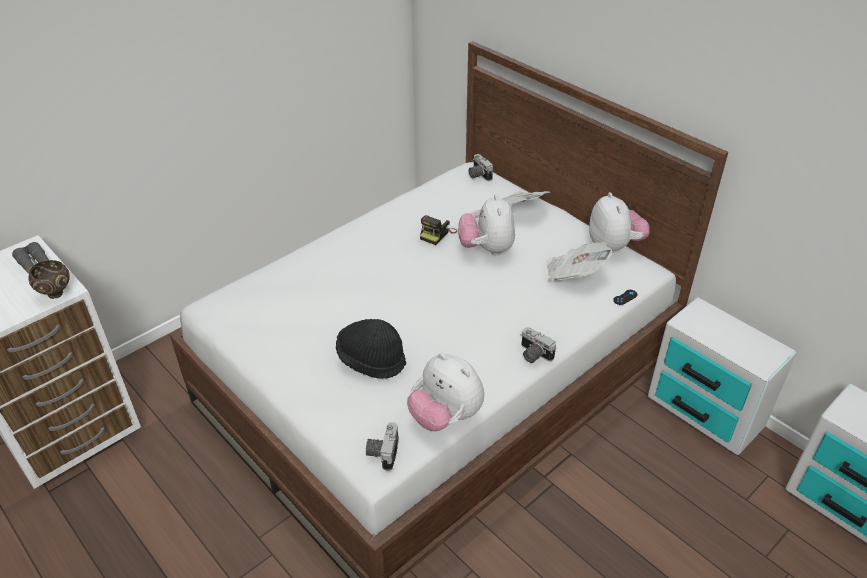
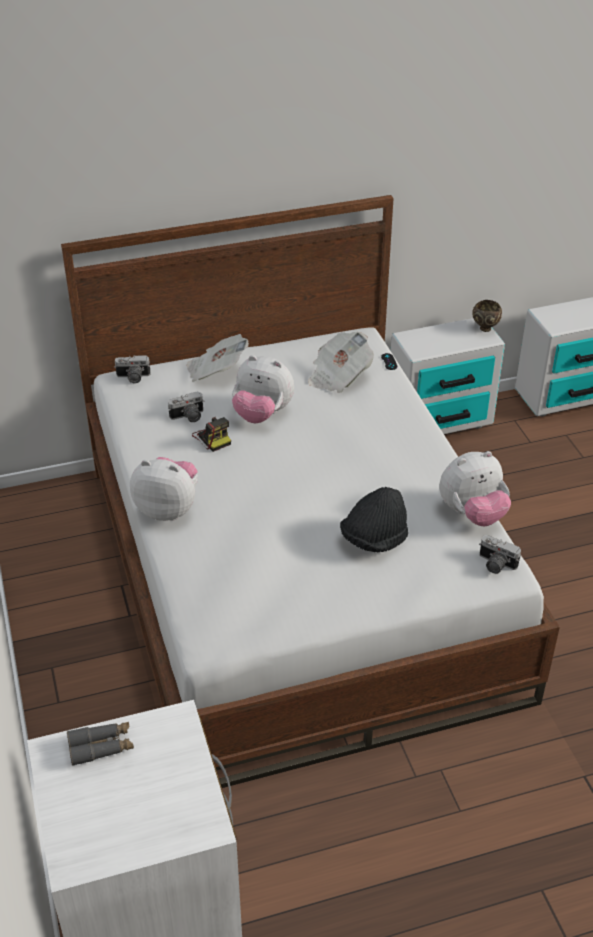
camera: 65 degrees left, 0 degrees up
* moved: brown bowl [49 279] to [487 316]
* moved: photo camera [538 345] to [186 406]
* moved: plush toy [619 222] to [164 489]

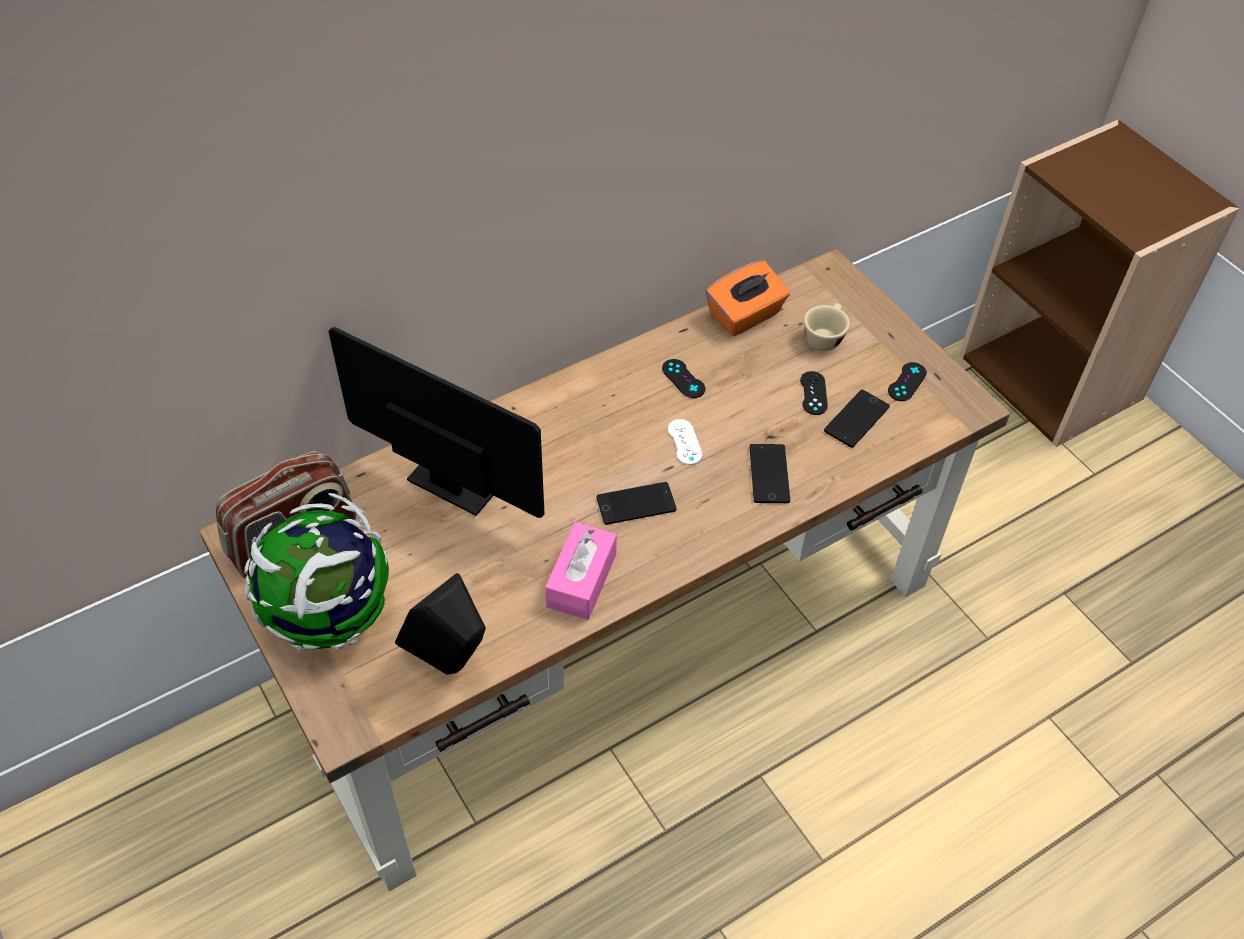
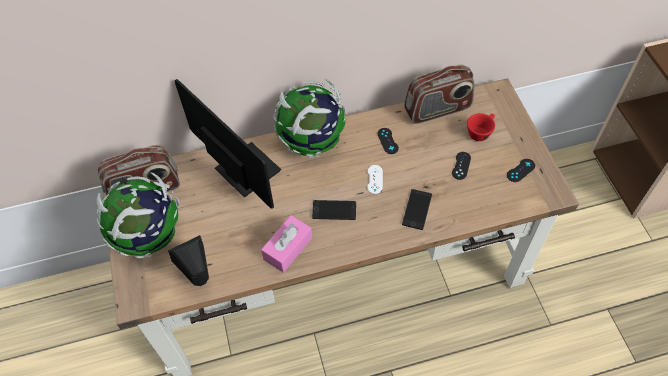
camera: 20 degrees right, 5 degrees up
* replaced: orange tissue box [748 298] to radio [439 94]
* recoloured: beige cup [827 327] to red cup [481 127]
* removed: phone [857 418]
* added: globe [309 118]

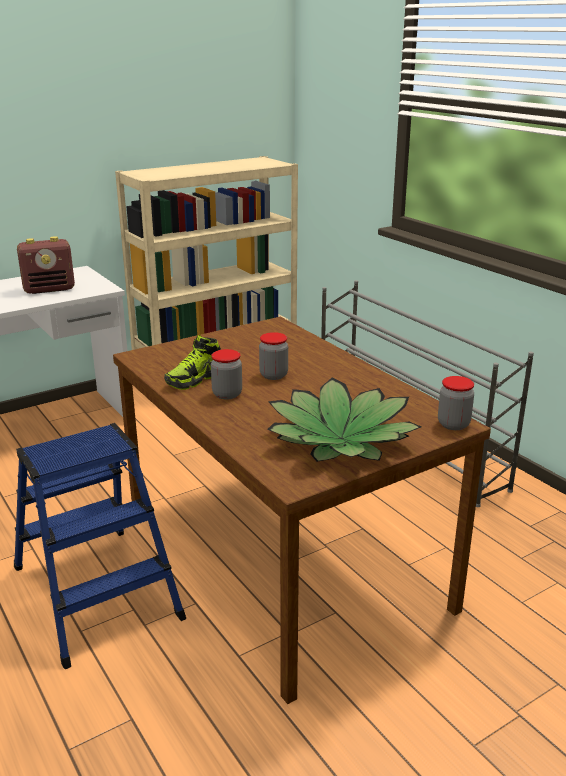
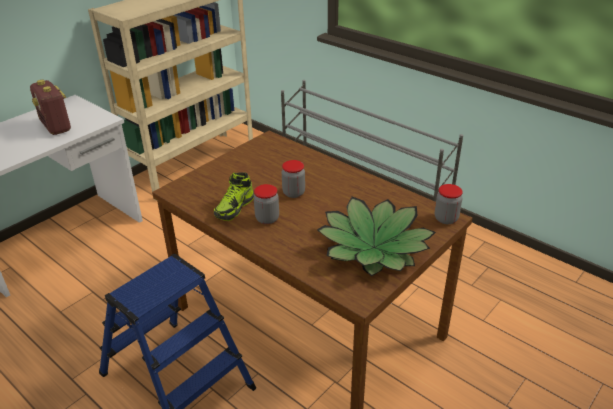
camera: 15 degrees left, 10 degrees up
* turned: radio [46 265] = [50 107] 90 degrees clockwise

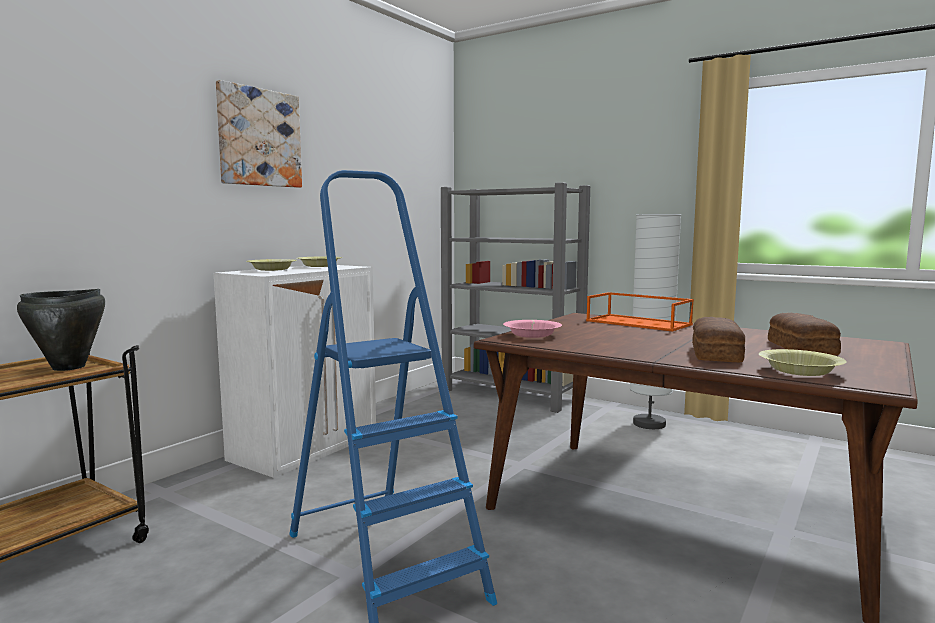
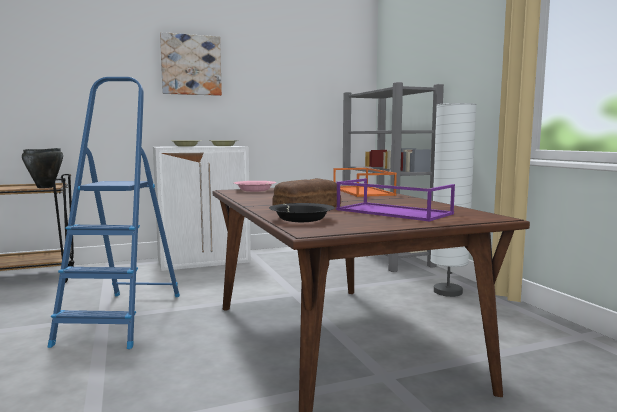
camera: 35 degrees right, 0 degrees up
* recoloured: yellow bowl [803 362] to black bowl [302 212]
* replaced: bread [804 334] to purple tray [395 200]

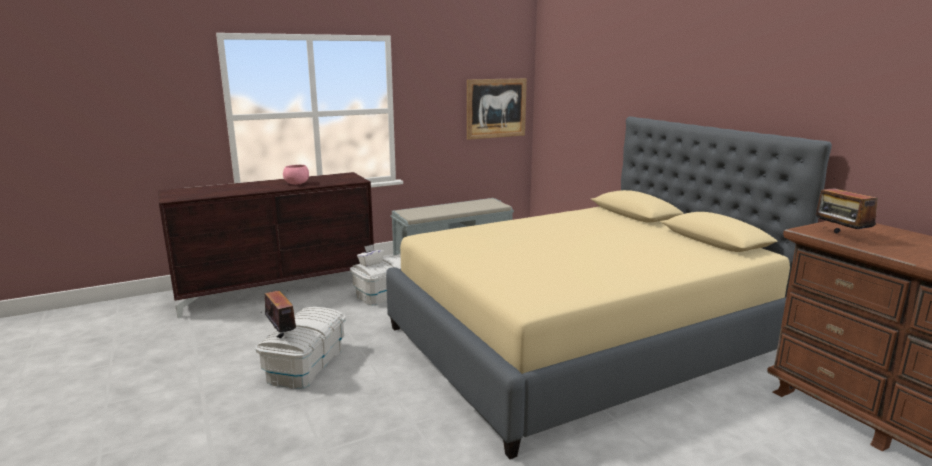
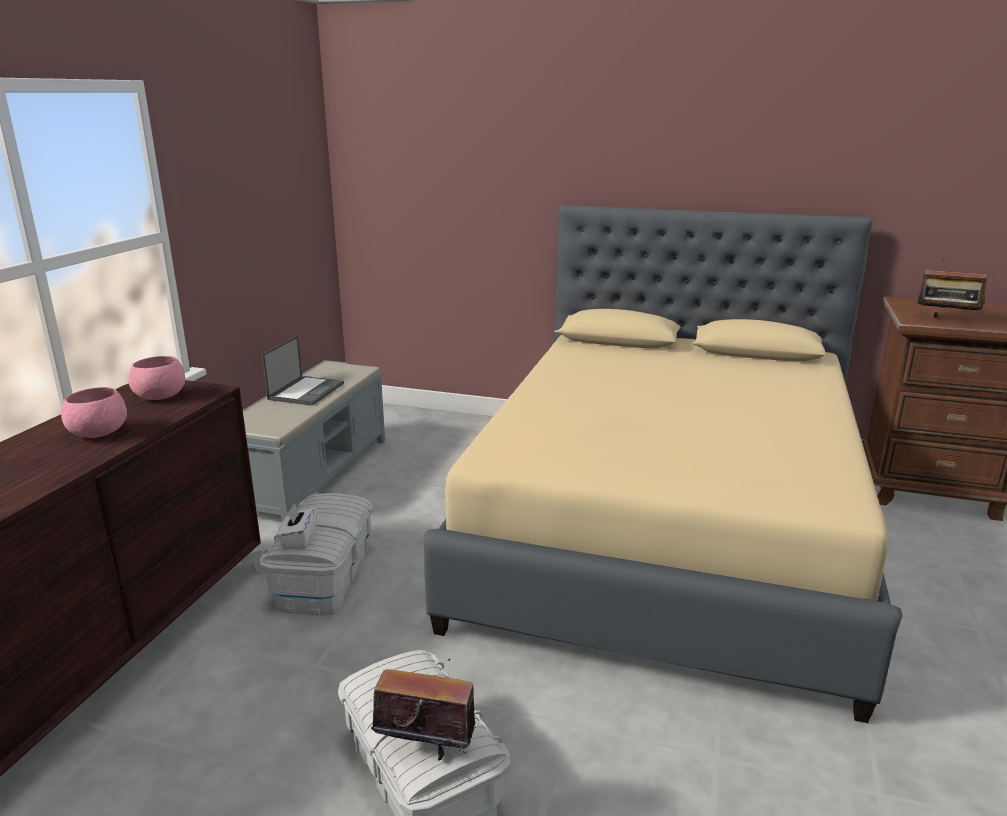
camera: 45 degrees left, 5 degrees up
* removed: picture [497 109]
* added: pink bowl [157 378]
* added: laptop [303 371]

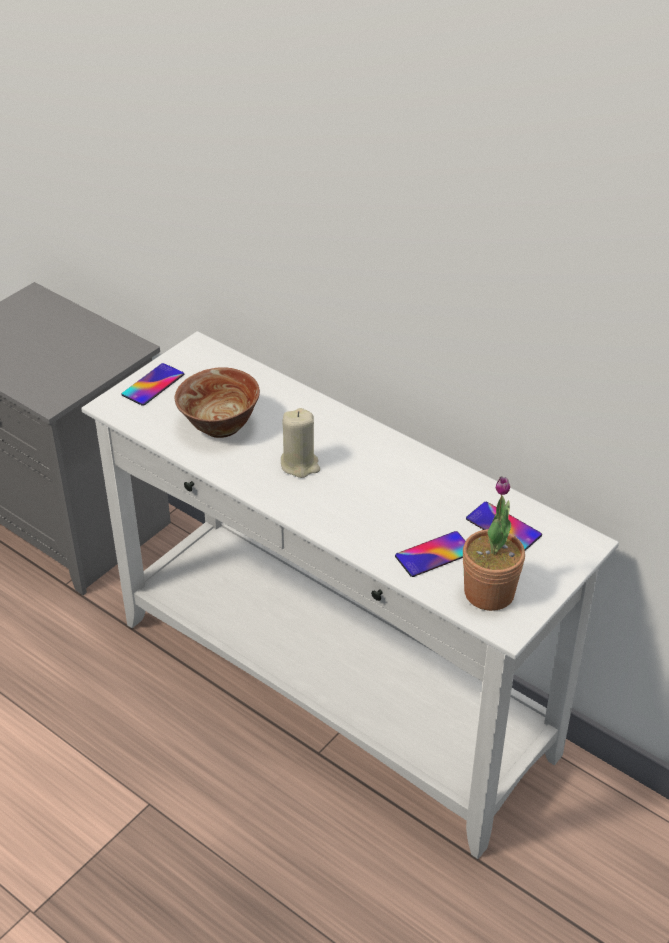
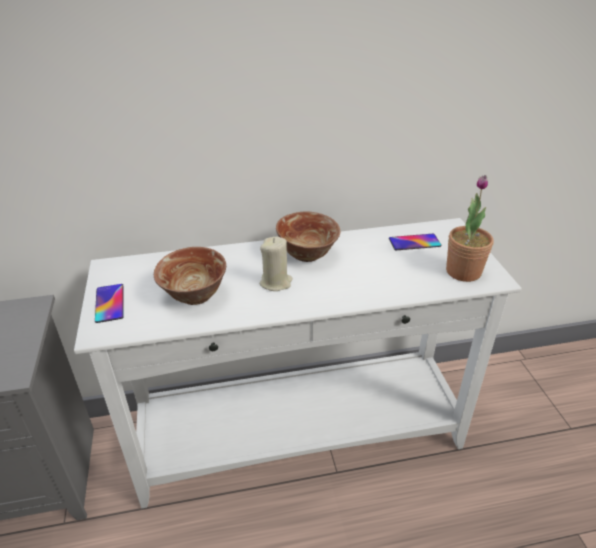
camera: 50 degrees left, 5 degrees down
* removed: phone [430 554]
* added: bowl [308 237]

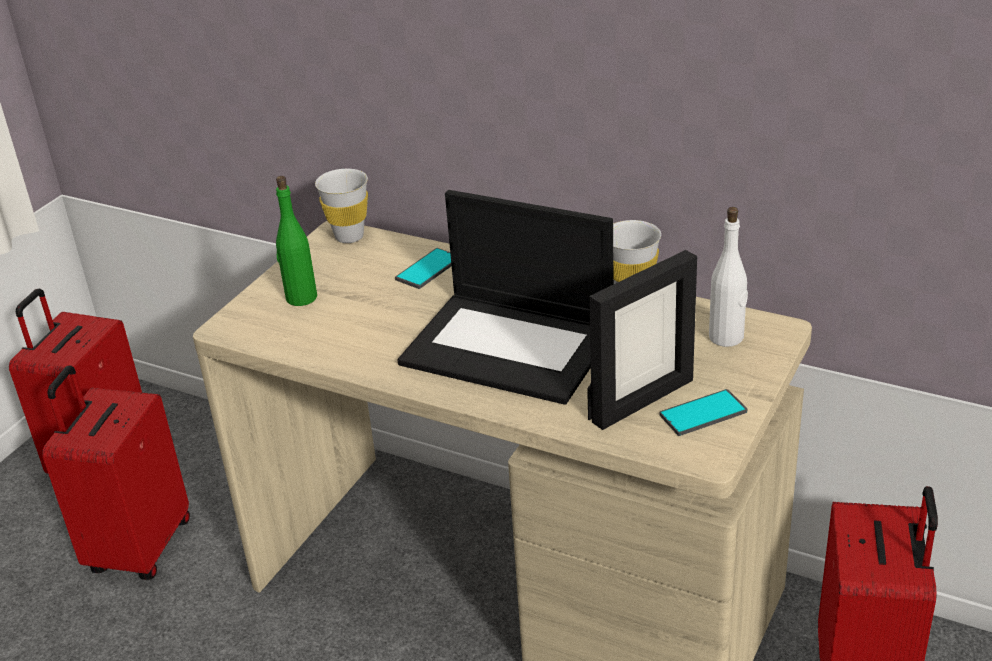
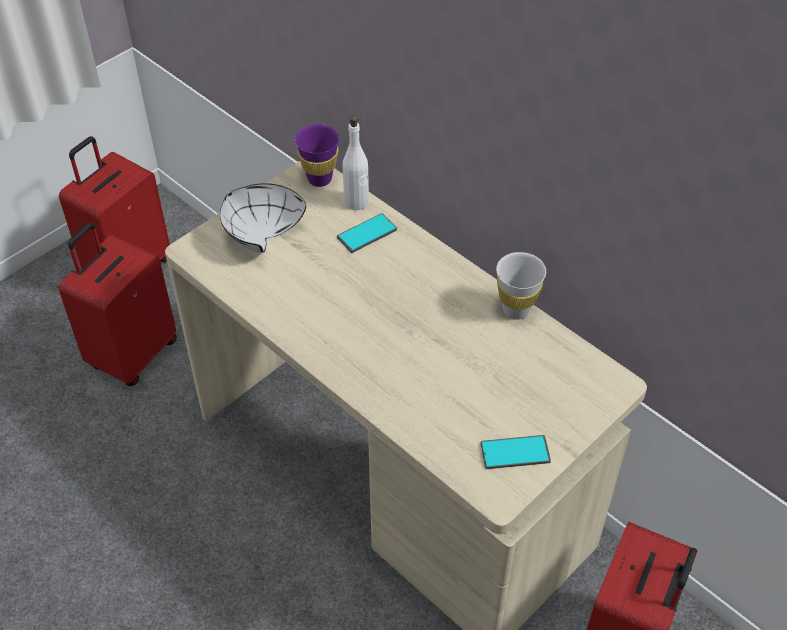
camera: 15 degrees right, 15 degrees up
* replaced: green bottle [296 241] to white bowl [263 217]
* recoloured: white cup [341 206] to purple cup [317 155]
* removed: laptop [506 297]
* removed: picture frame [642 340]
* moved: white bottle [728 277] to [356 162]

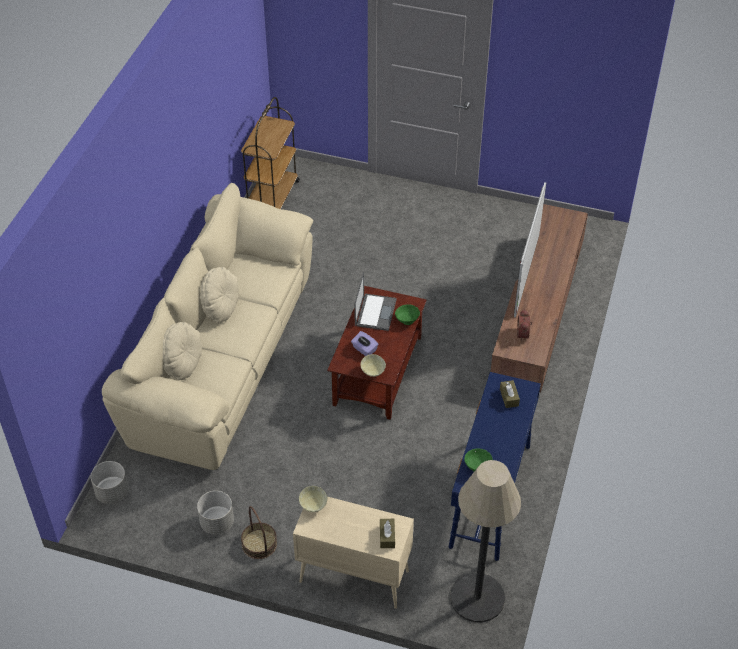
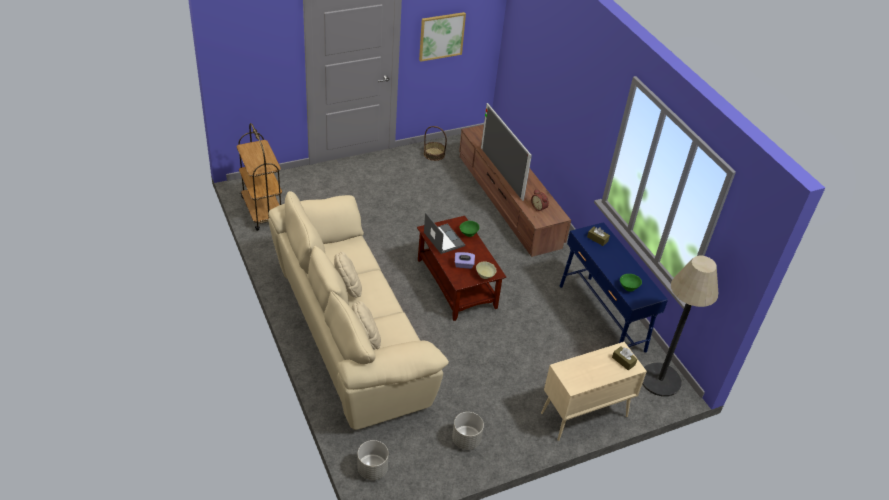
camera: 45 degrees left, 5 degrees down
* moved: basket [259 532] to [435 143]
* removed: beige bowl [313 499]
* added: picture [442 37]

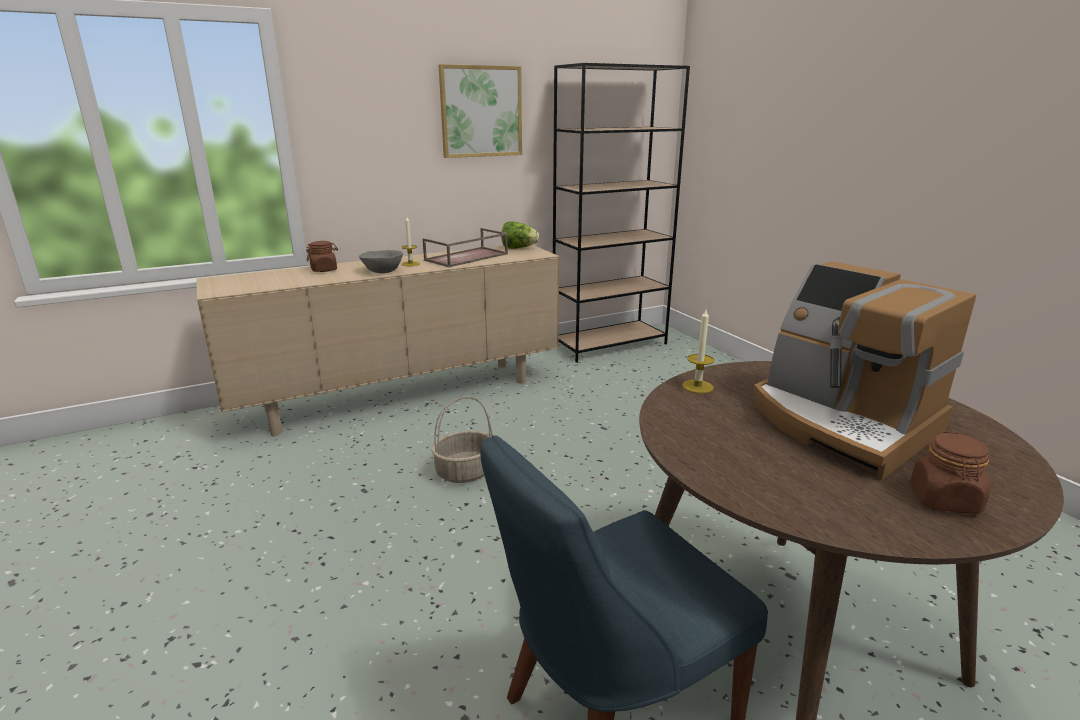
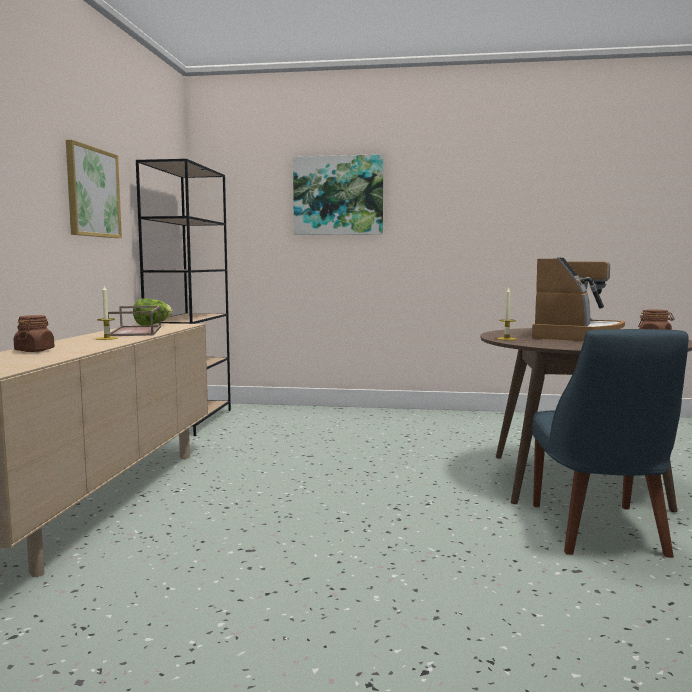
camera: 55 degrees left, 15 degrees down
* removed: grey bowl [381 261]
* removed: basket [462 439]
* turned: coffee machine [864 370] = [578 299] 60 degrees counterclockwise
* added: picture [338 194]

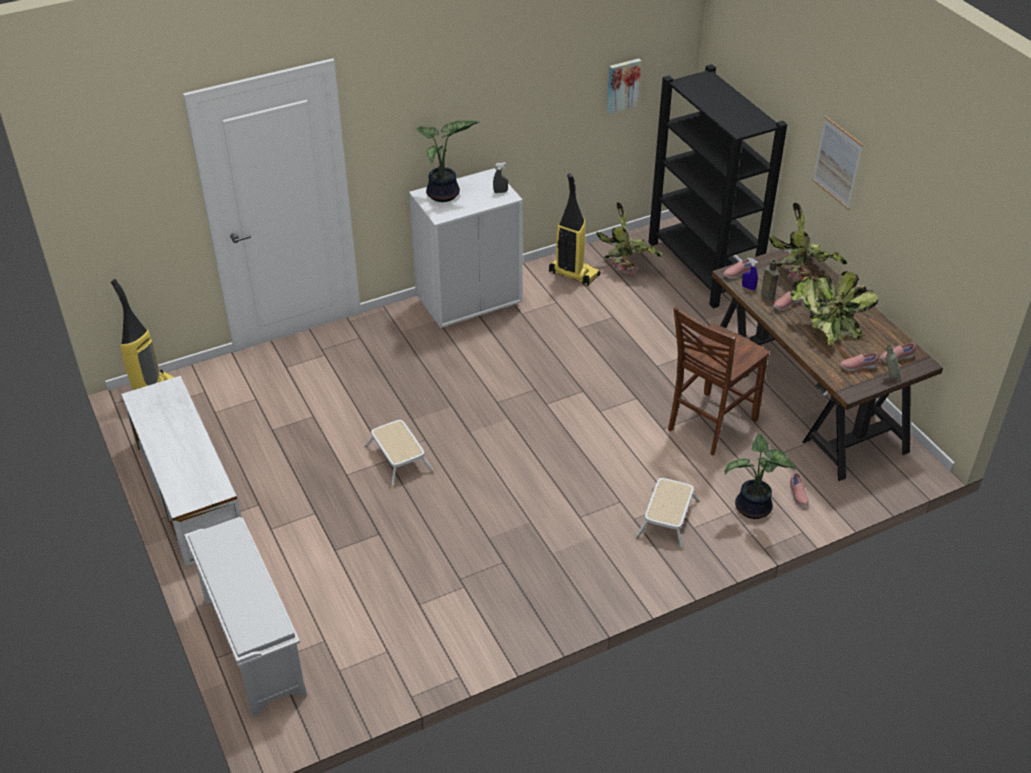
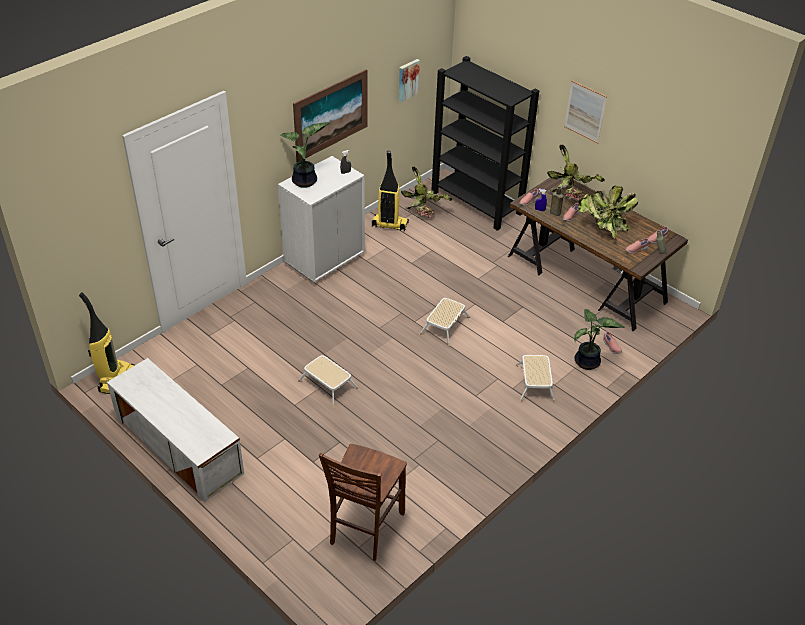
camera: 20 degrees left, 0 degrees up
* removed: white shoe rack [245 617]
* moved: brown chair [718 381] to [363 502]
* added: picture [330 115]
* added: beige step ladder [444 322]

